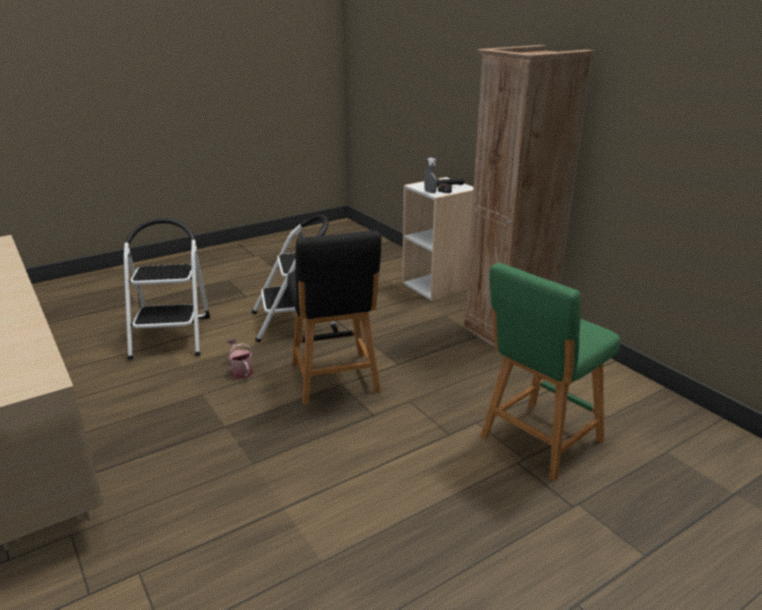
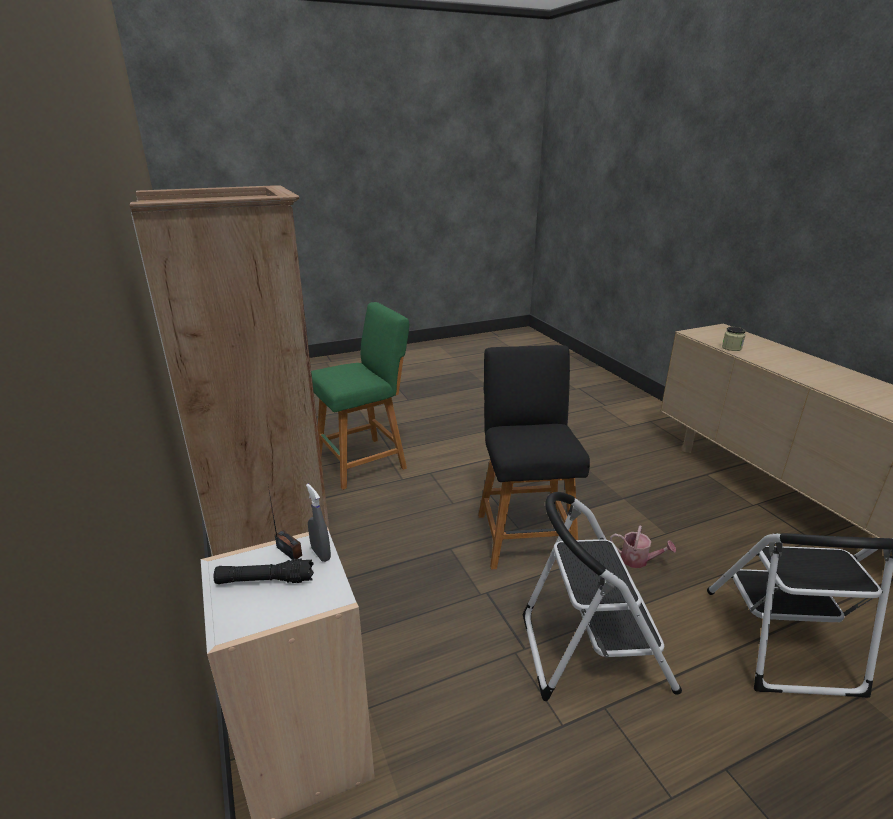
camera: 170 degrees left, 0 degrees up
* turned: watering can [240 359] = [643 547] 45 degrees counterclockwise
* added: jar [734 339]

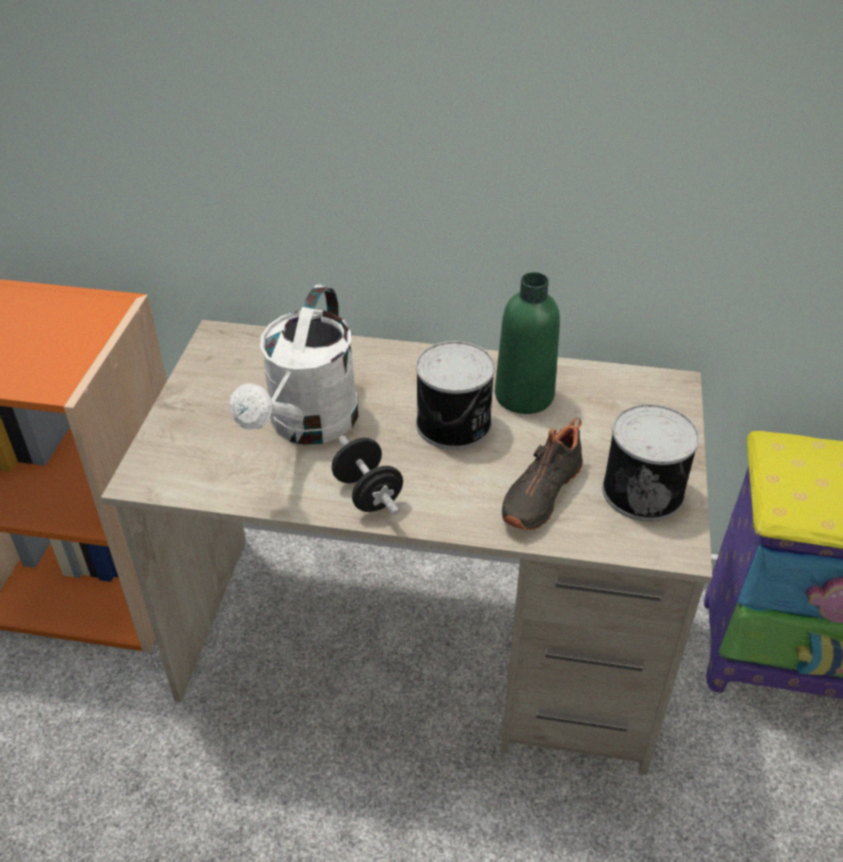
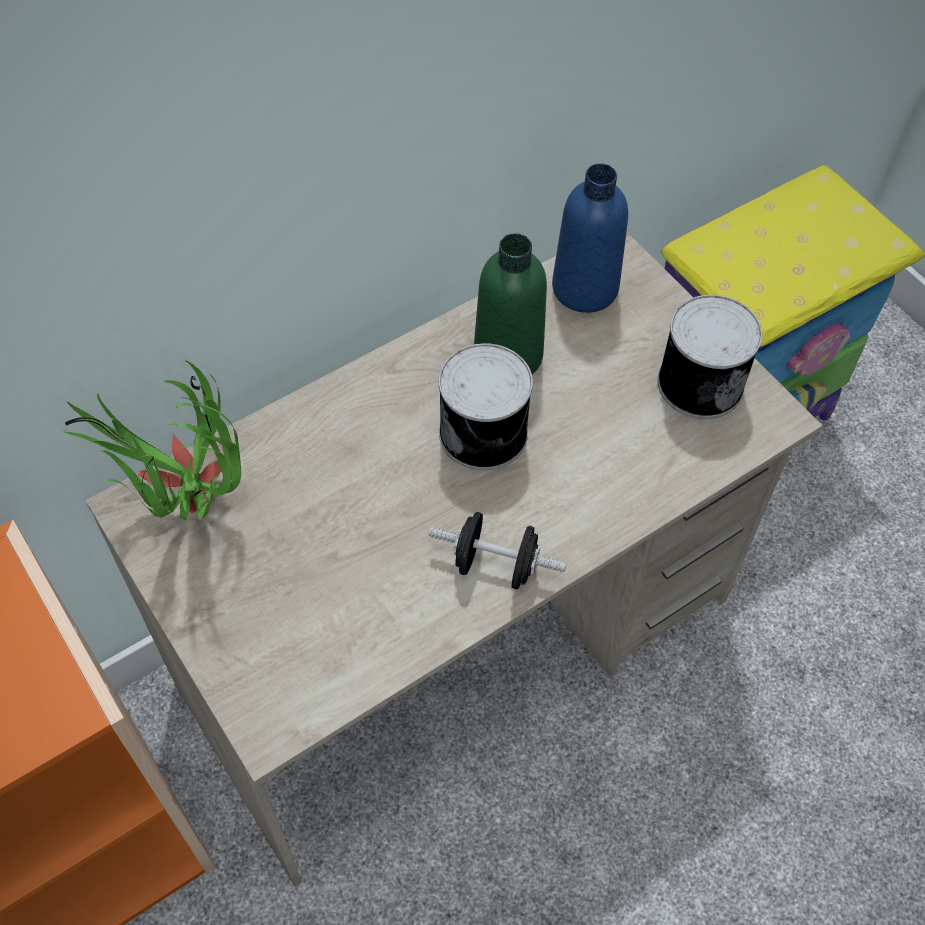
camera: 45 degrees left, 15 degrees up
* removed: white watering can [294 364]
* removed: black shoe [542 474]
* added: potted plant [152 440]
* added: blue bottle [590 238]

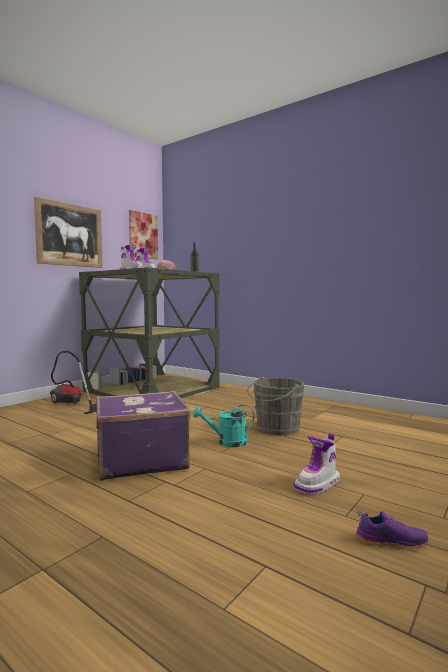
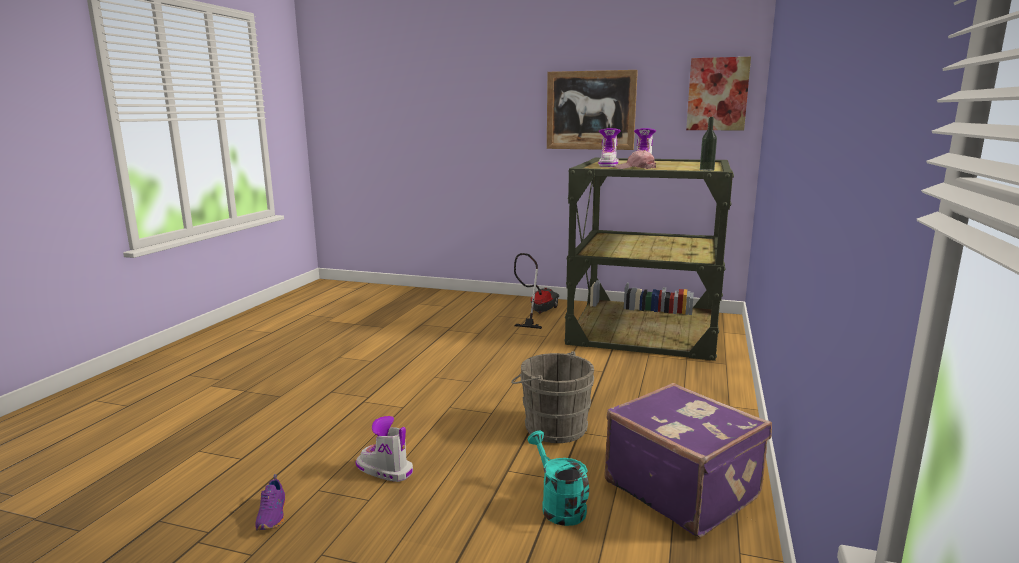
camera: 70 degrees right, 10 degrees up
* moved: purple suitcase [143 436] to [688 460]
* moved: turquoise watering can [223 426] to [558 478]

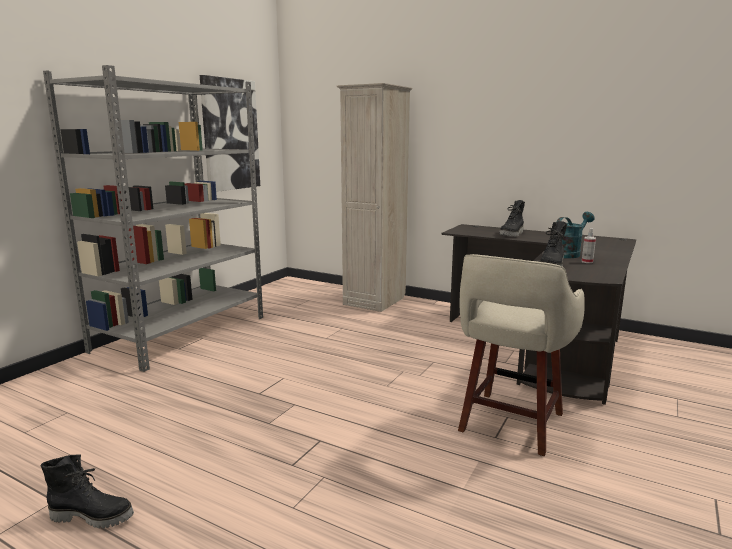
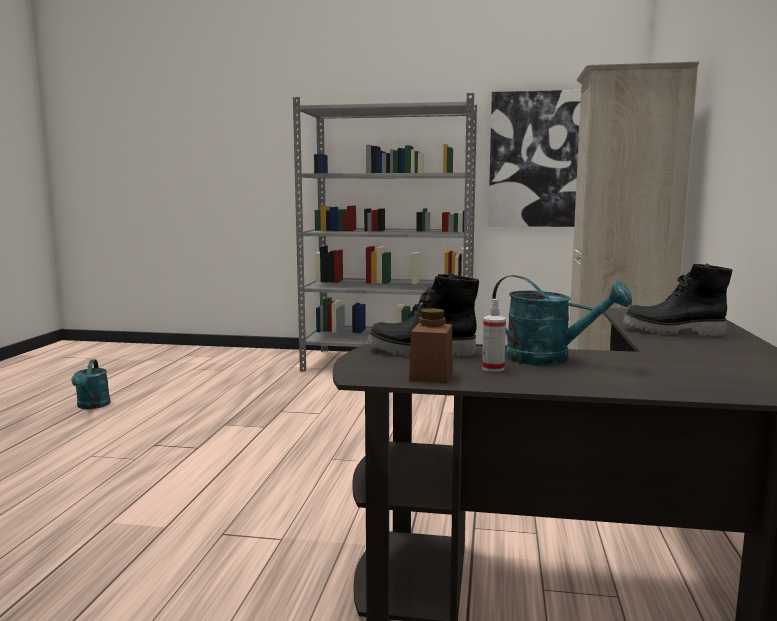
camera: 70 degrees right, 5 degrees down
* replaced: black boot [87 491] to turquoise watering can [90 384]
* removed: beige stool [521 355]
* added: brown jar [431 345]

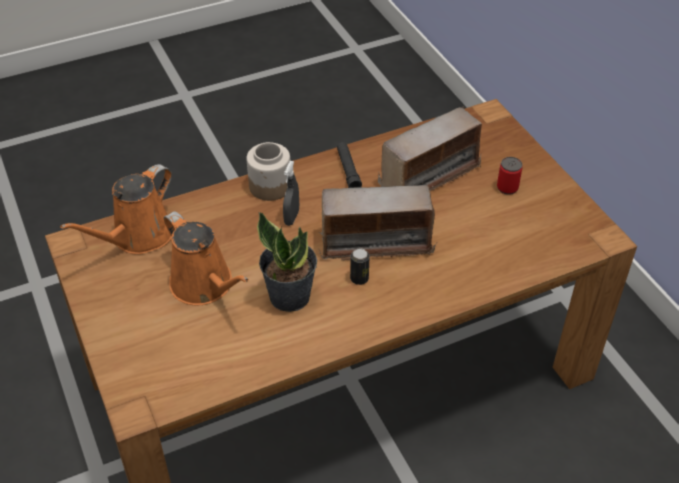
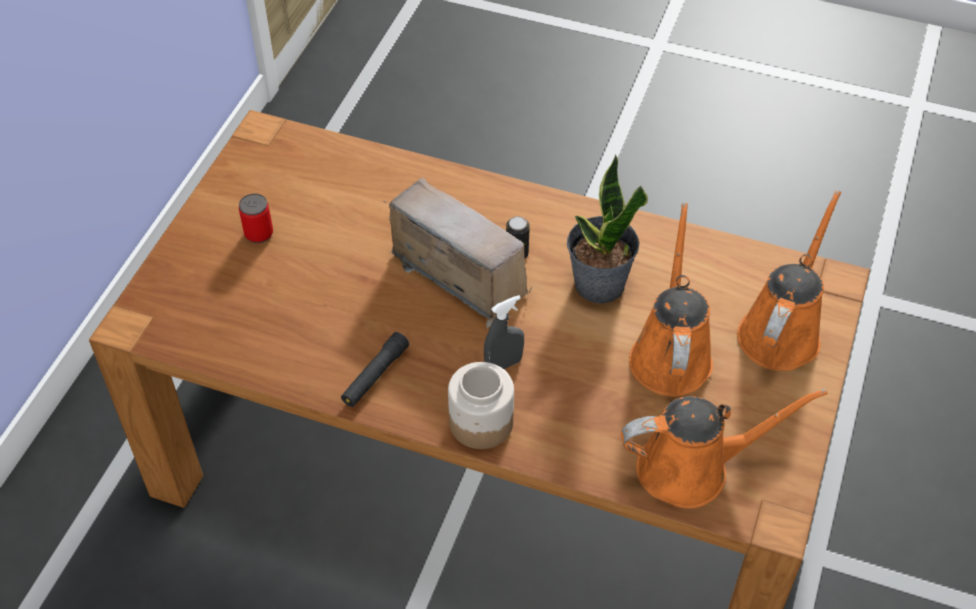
camera: 135 degrees left, 5 degrees up
* removed: radio [430 148]
* added: orange watering can [789 281]

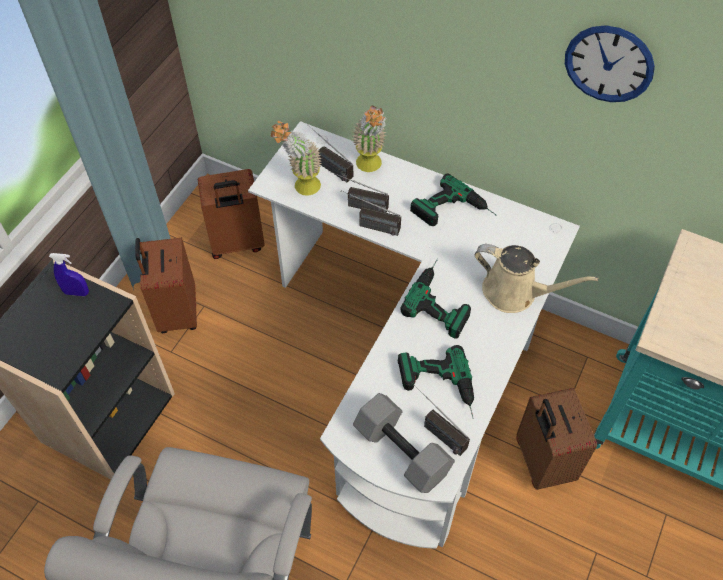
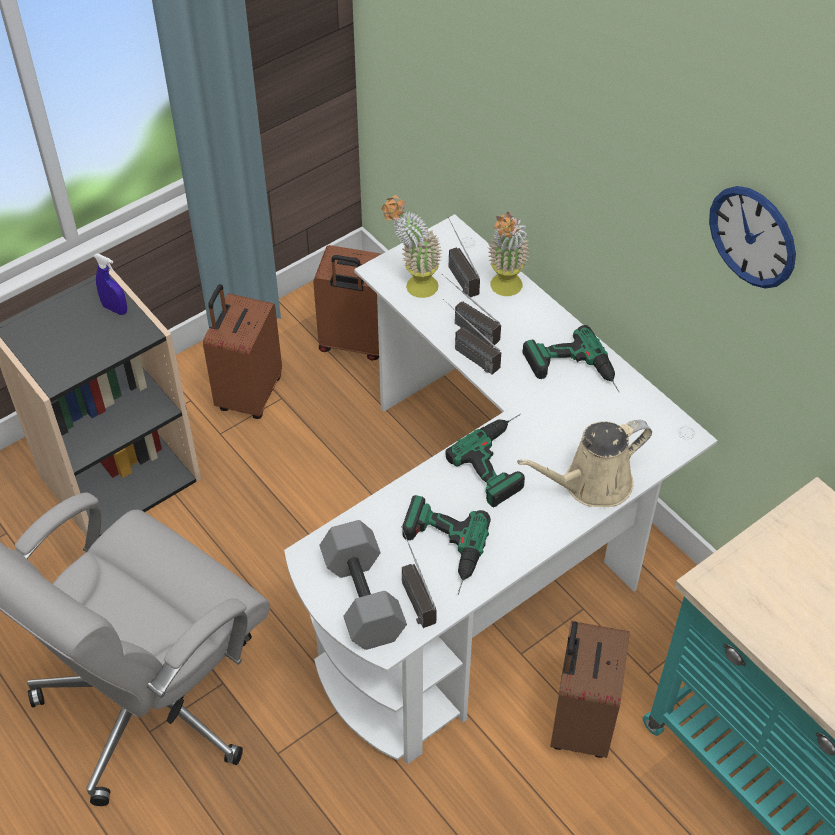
camera: 25 degrees right, 5 degrees down
* turned: beige watering can [536 278] = [584 463] 105 degrees clockwise

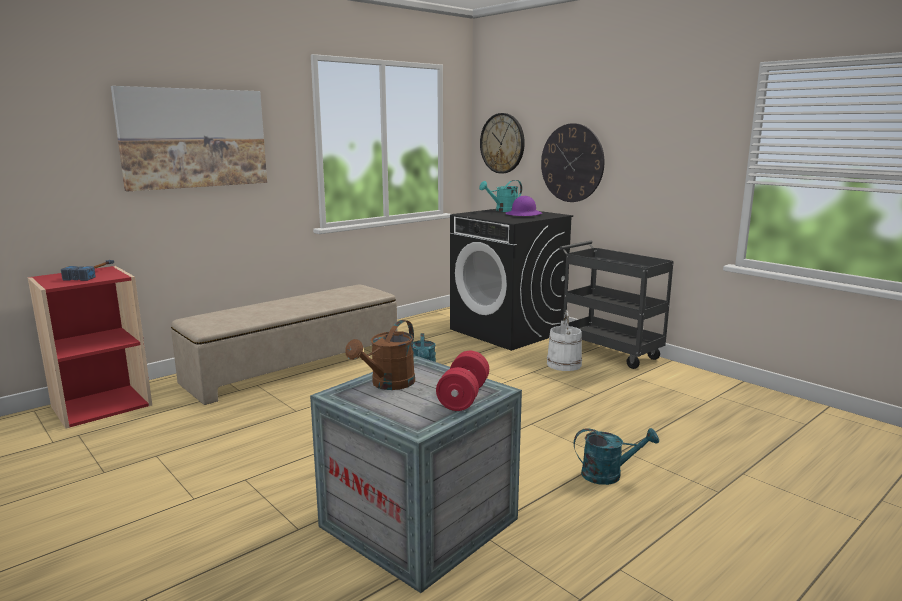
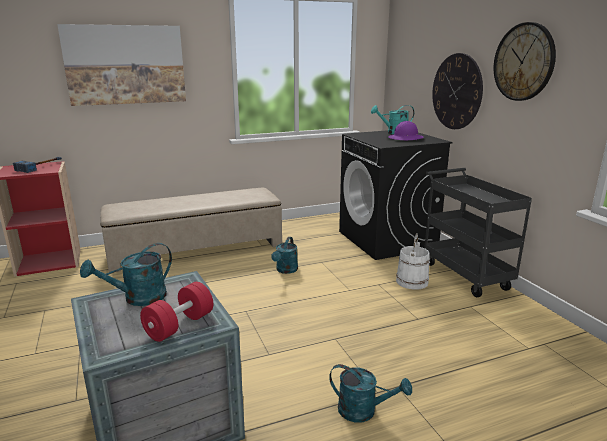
camera: 20 degrees right, 5 degrees up
* recoloured: brown watering can [380 355] to turquoise watering can [126 274]
* moved: wall clock [502 143] to [525 61]

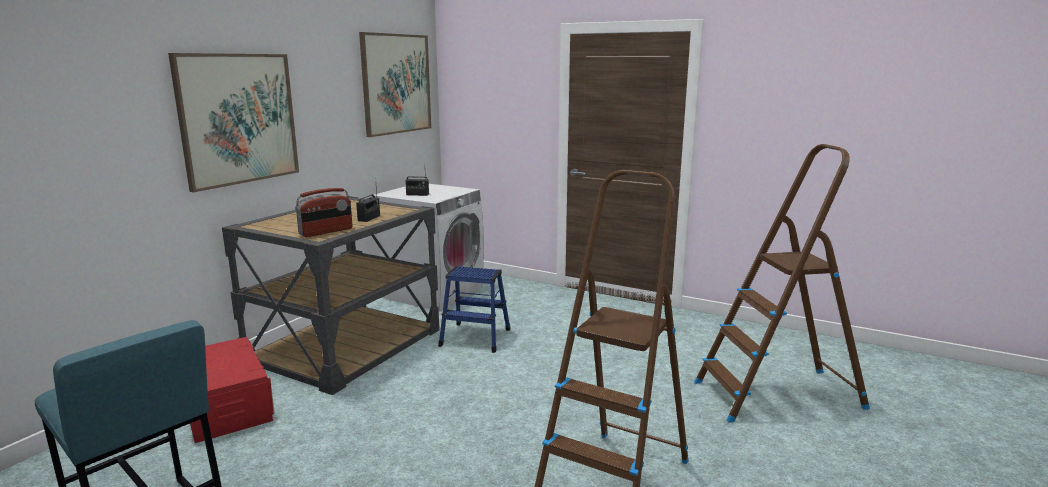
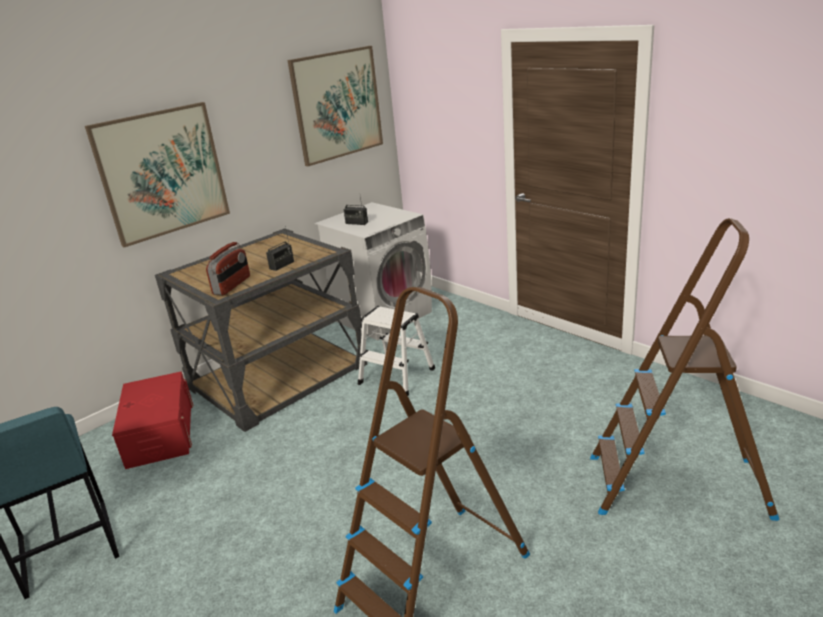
camera: 20 degrees right, 10 degrees up
* turned: radio [323 212] = [228 268] 45 degrees counterclockwise
* recoloured: blue step ladder [474 309] to white step ladder [396 351]

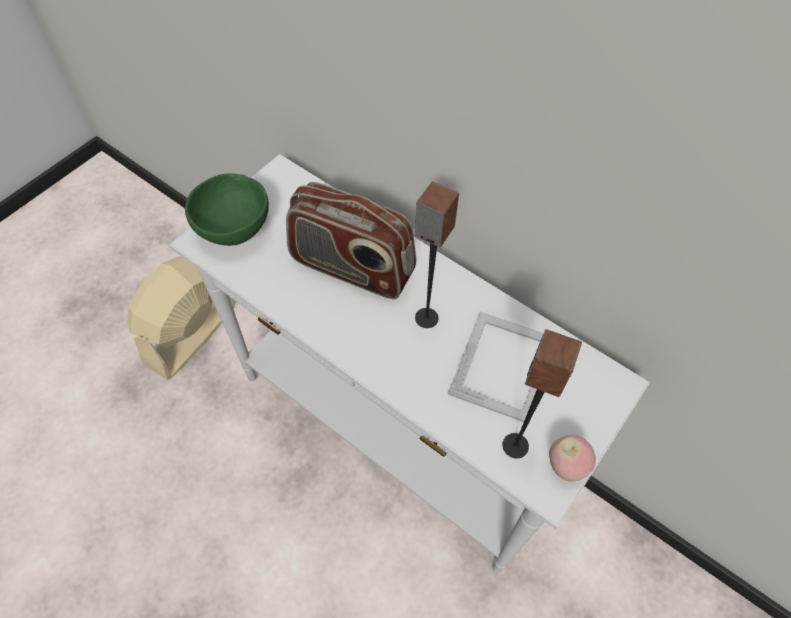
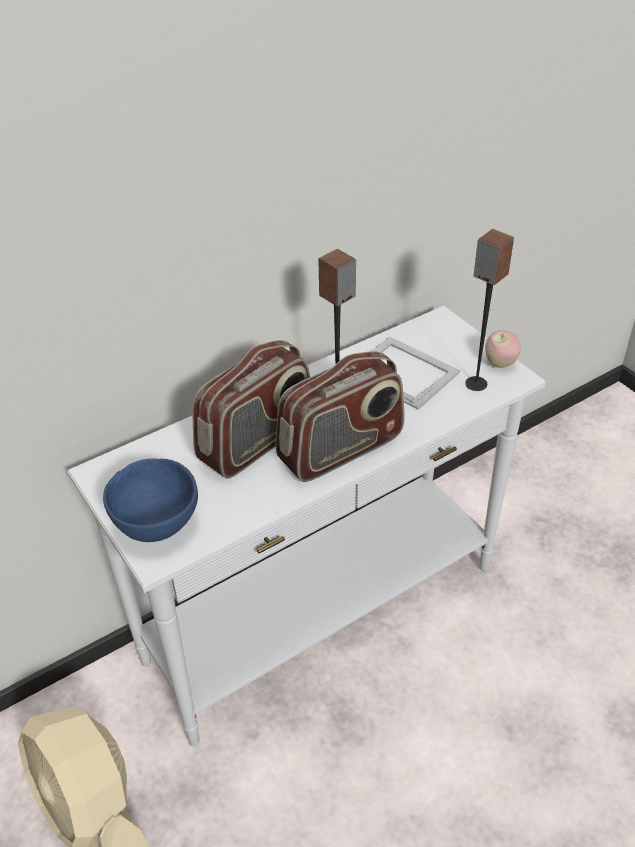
camera: 70 degrees left, 15 degrees down
* recoloured: green bowl [227 209] to blue bowl [150 500]
* added: radio [340 416]

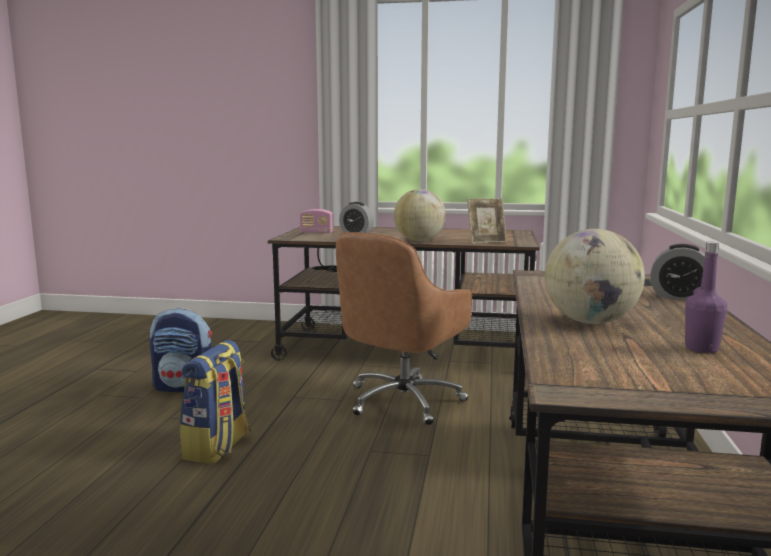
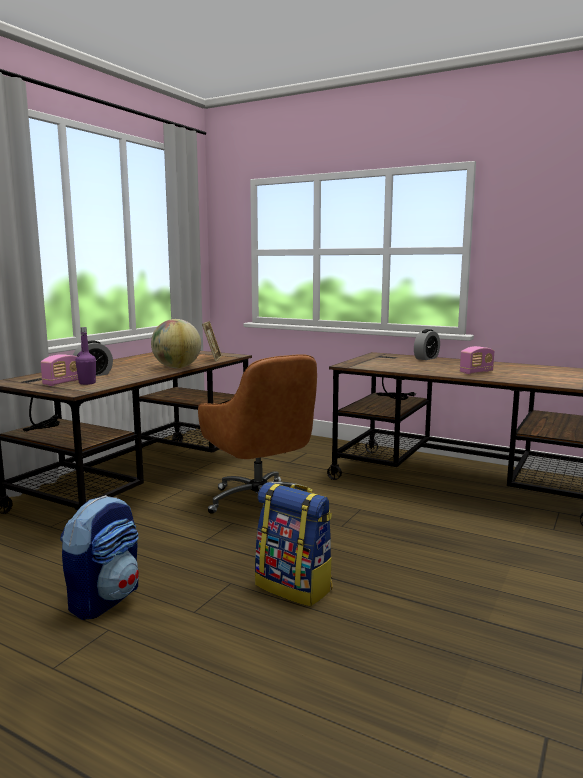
camera: 70 degrees left, 0 degrees up
* replaced: globe [595 276] to radio [477 360]
* moved: purple bottle [706 297] to [85 356]

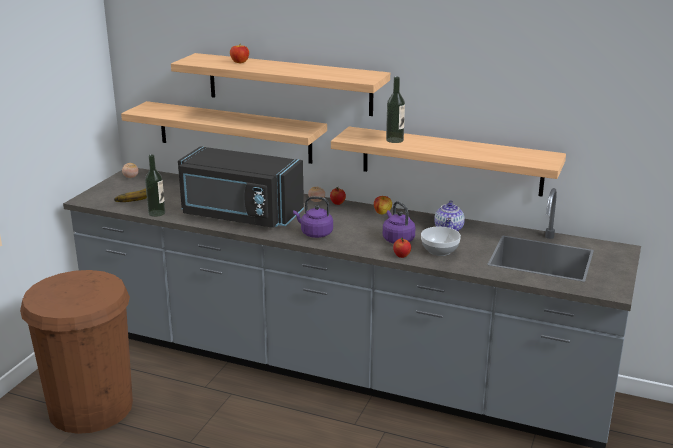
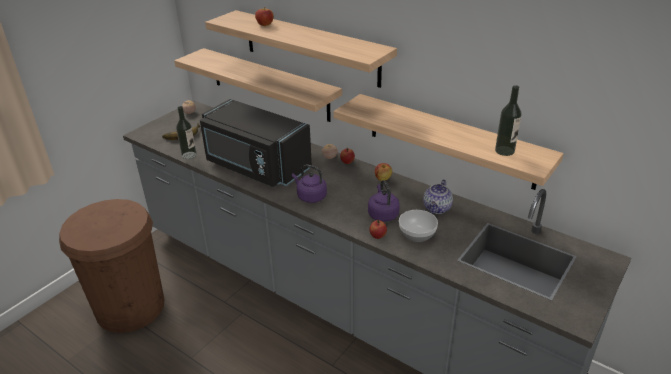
camera: 15 degrees right, 10 degrees up
* moved: bottle [395 110] to [508 120]

